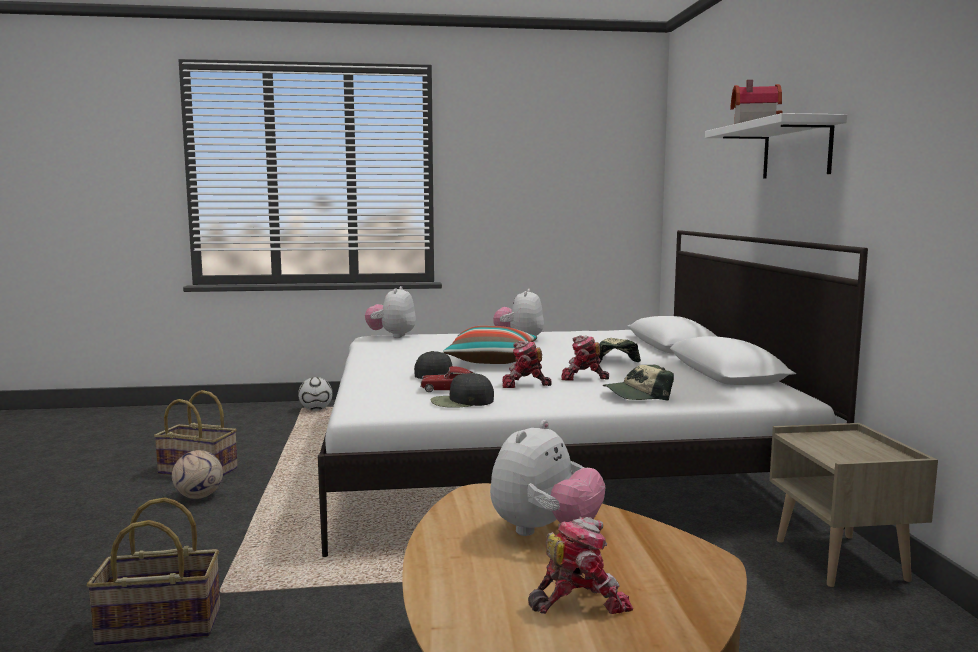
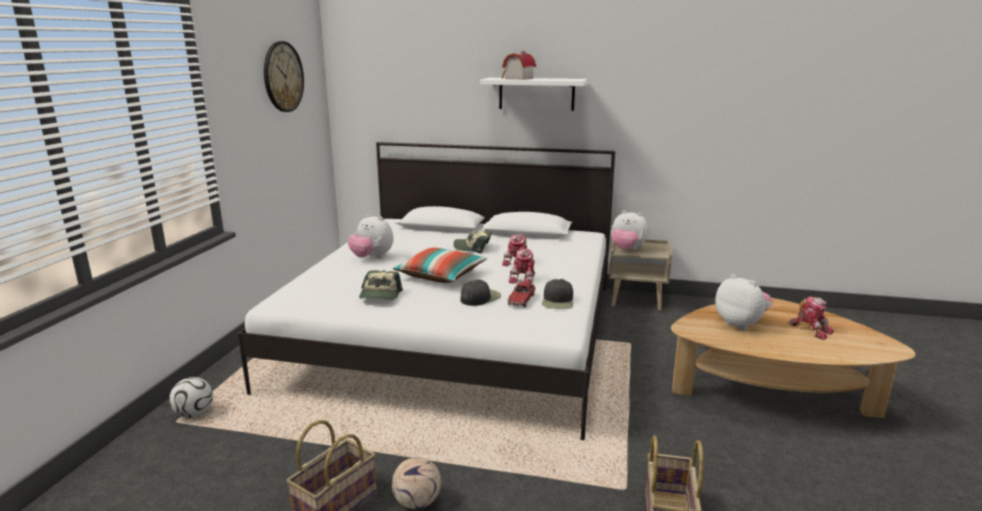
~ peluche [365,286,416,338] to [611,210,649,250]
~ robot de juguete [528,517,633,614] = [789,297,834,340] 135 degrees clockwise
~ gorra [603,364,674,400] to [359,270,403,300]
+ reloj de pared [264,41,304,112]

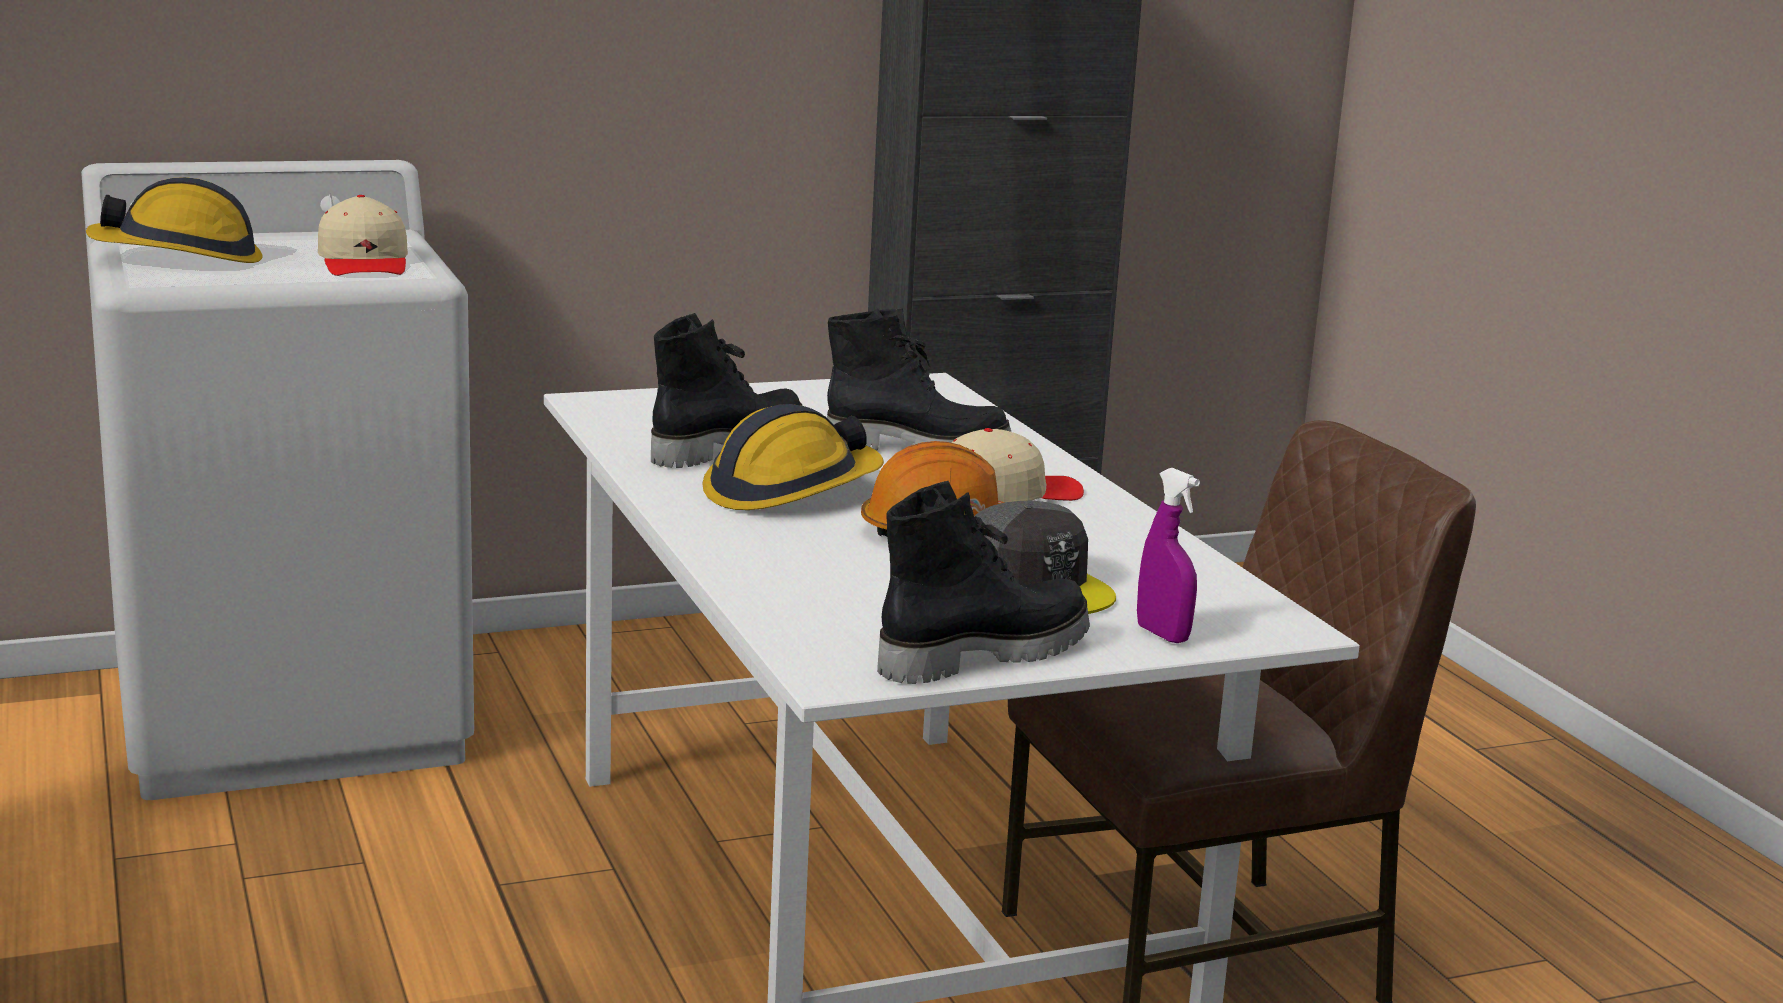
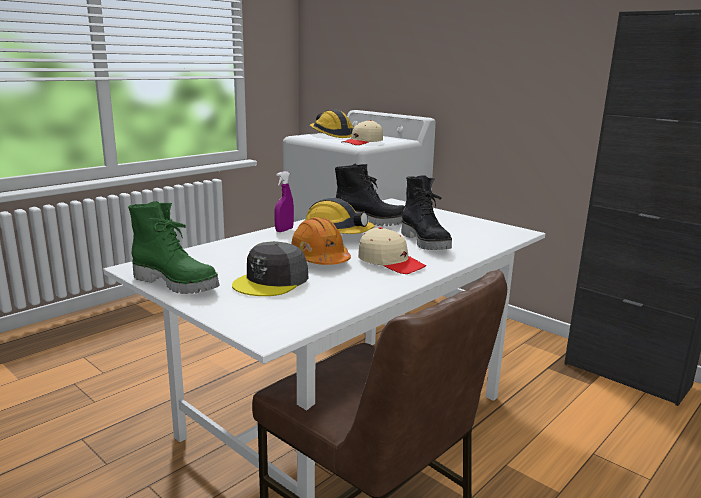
~ bota/negro [877,481,1090,684] to bota/verde [128,201,220,294]
~ pulverizador/morado [1137,468,1200,643] to [274,171,294,232]

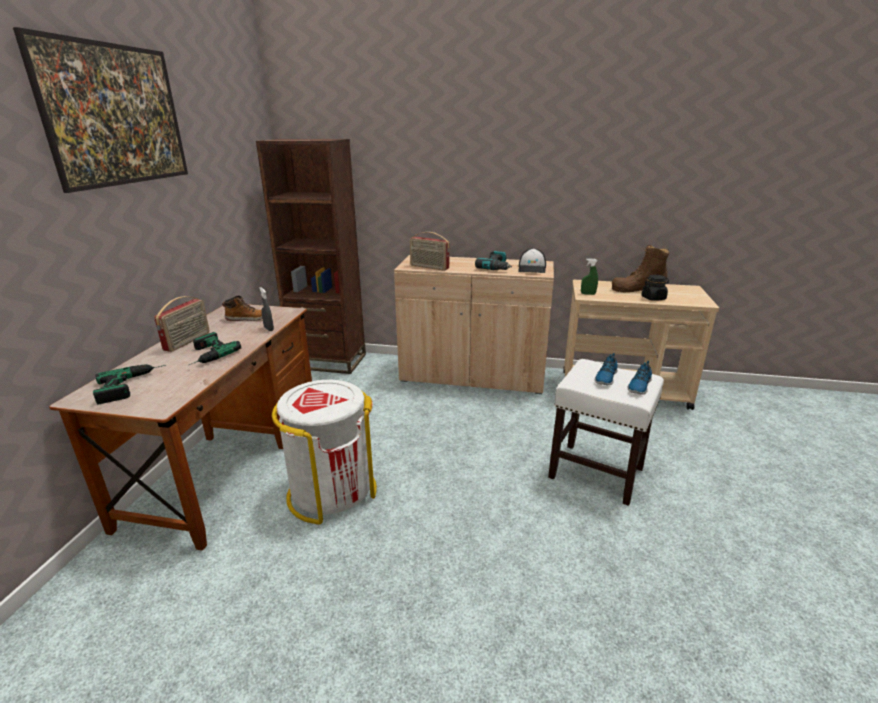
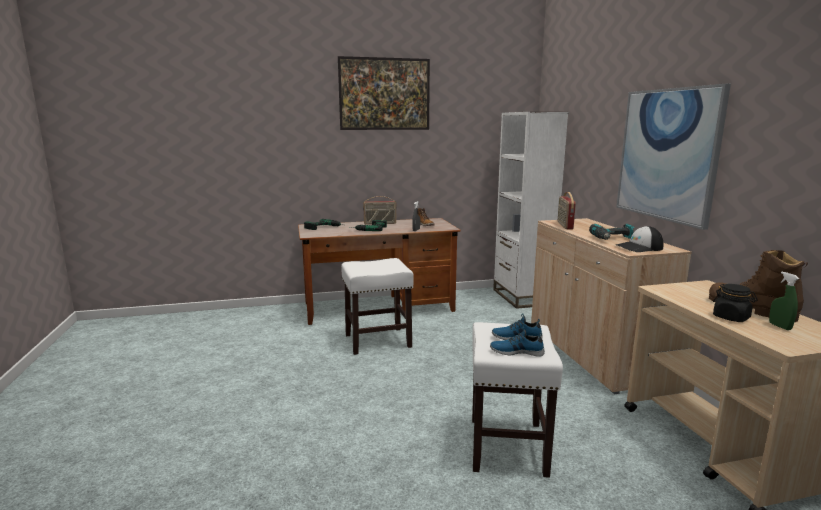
~ estantería/marrón [256,139,366,374] to estantería/blanco [493,112,568,309]
~ papelera/blanco [272,380,377,524] to taburete/blanco [341,258,414,355]
~ pulverizador/verde [581,258,598,295] to [769,272,799,330]
+ cuadro [616,84,731,230]

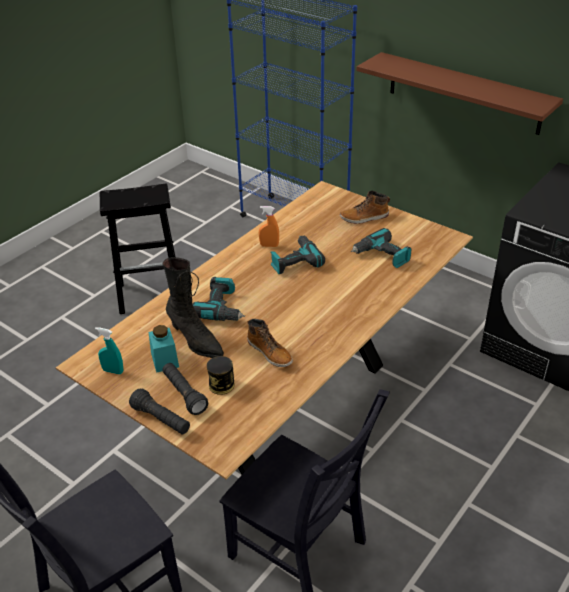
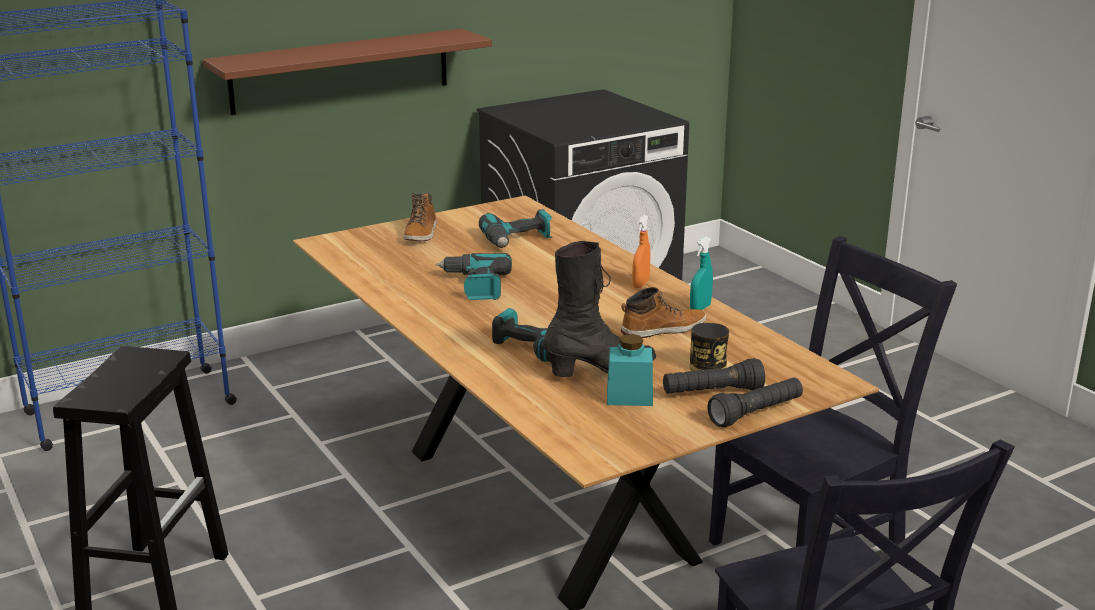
~ pulverizador/turquesa [95,327,123,374] to [690,237,713,310]
~ pulverizador/naranja [259,206,279,247] to [632,215,651,288]

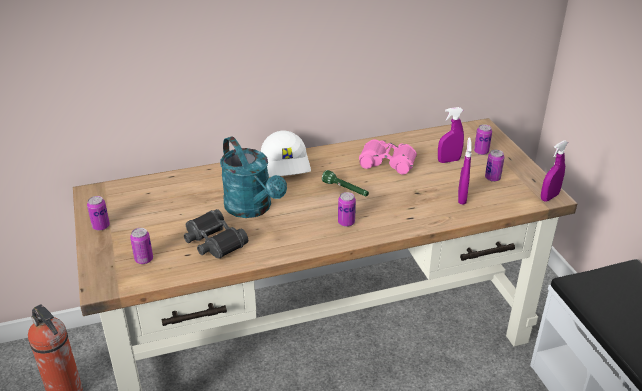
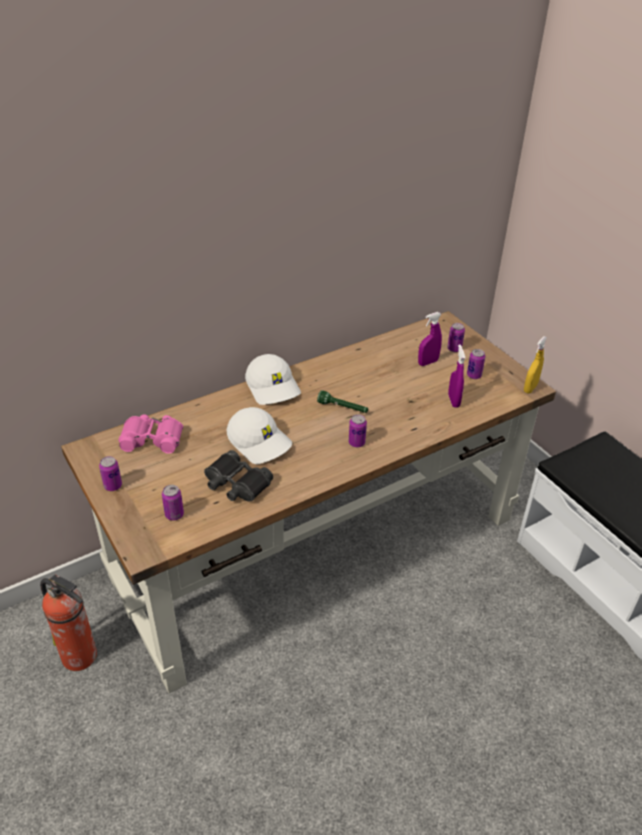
~ regadera/turquesa [220,136,287,218] to gorra/blanco [227,407,292,464]
~ prismáticos/rosa [359,139,417,174] to [118,414,183,454]
~ pulverizador/morado [541,140,568,202] to pulverizador/amarillo [524,336,547,394]

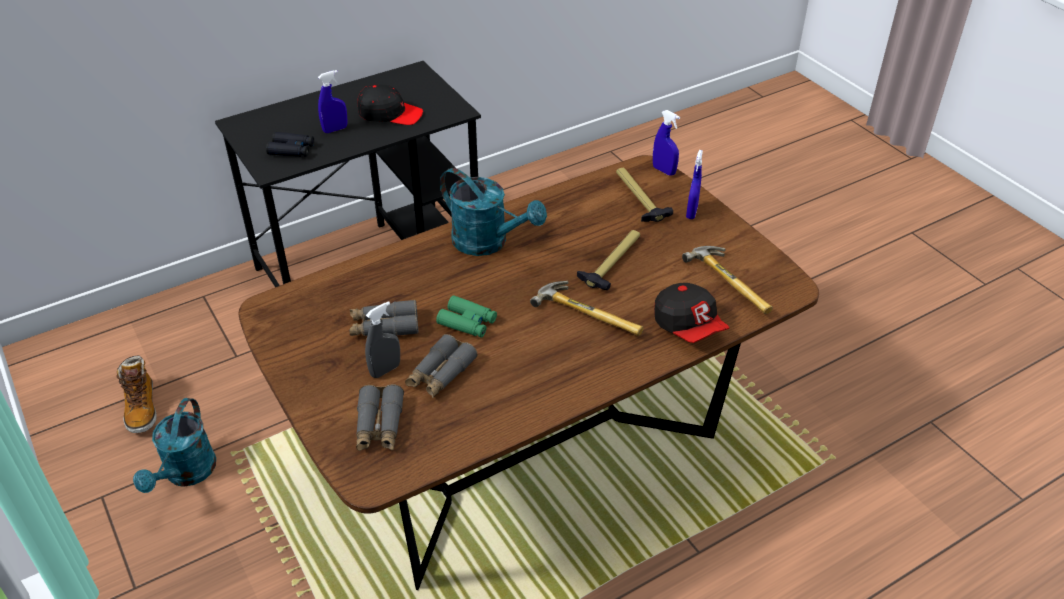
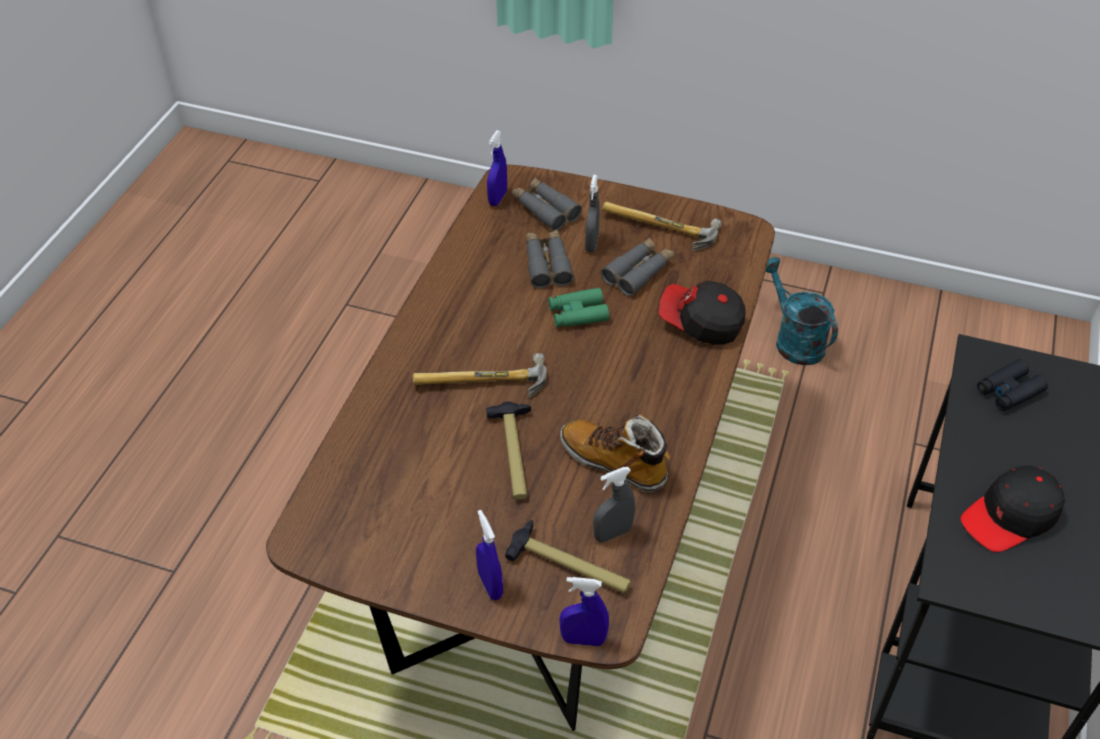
~ bota [116,355,157,433] to [560,414,670,492]
~ pulverizador/azul [318,70,348,133] to [487,130,507,206]
- regadera/turquesa [440,168,547,256]
~ gorra [654,283,729,343] to [659,281,746,345]
~ martillo [682,246,773,314] to [602,202,722,251]
+ pulverizador/gris [593,467,635,542]

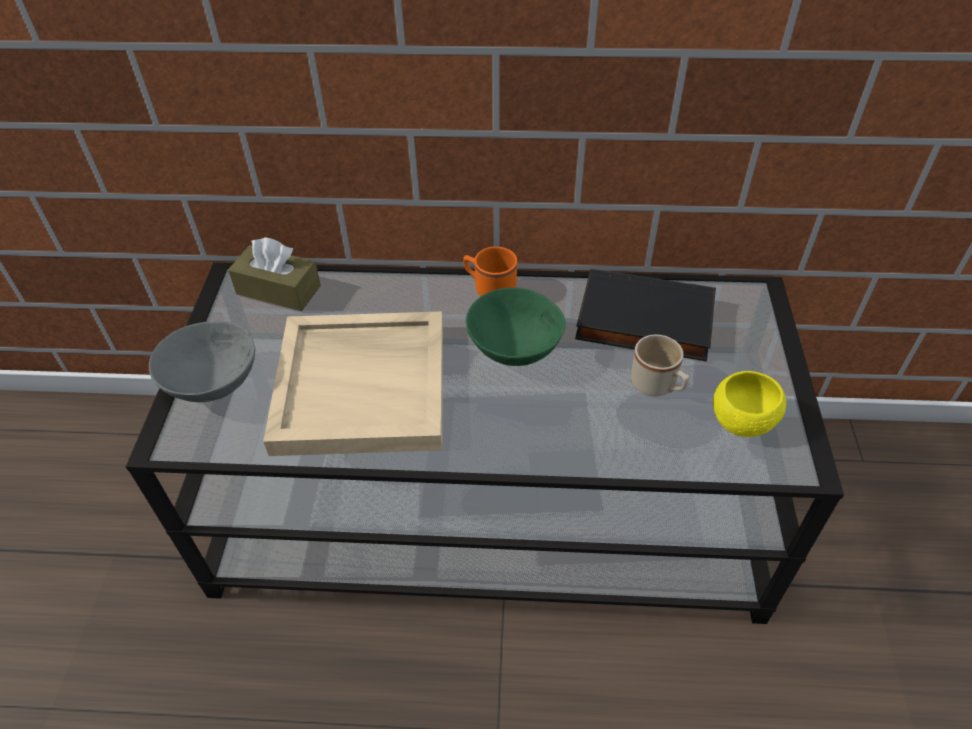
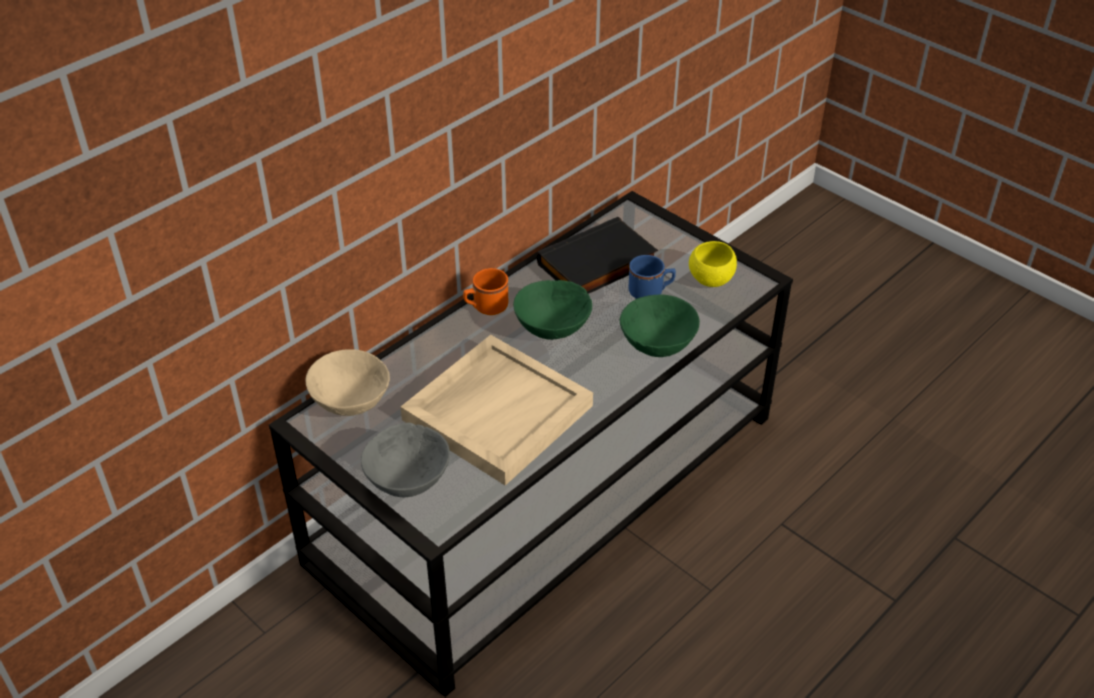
~ caja de pañuelos/marrón [228,237,321,311] to cuenco/beis [305,349,390,416]
~ taza grande/beis [631,335,690,397] to taza grande/azul [628,255,676,299]
+ cuenco/verde [620,295,700,357]

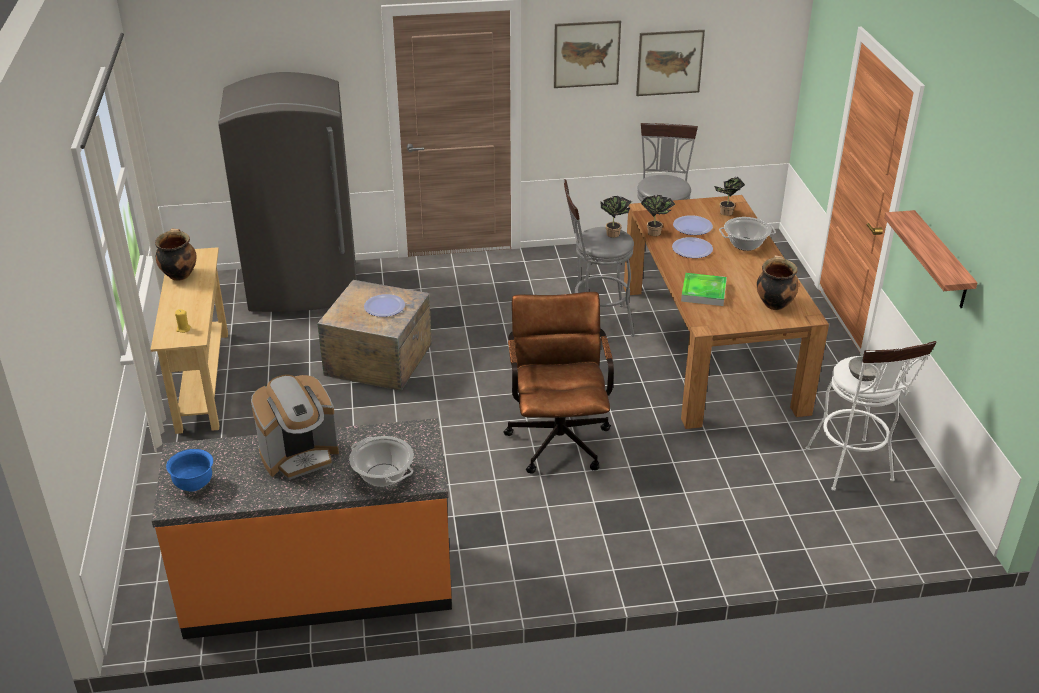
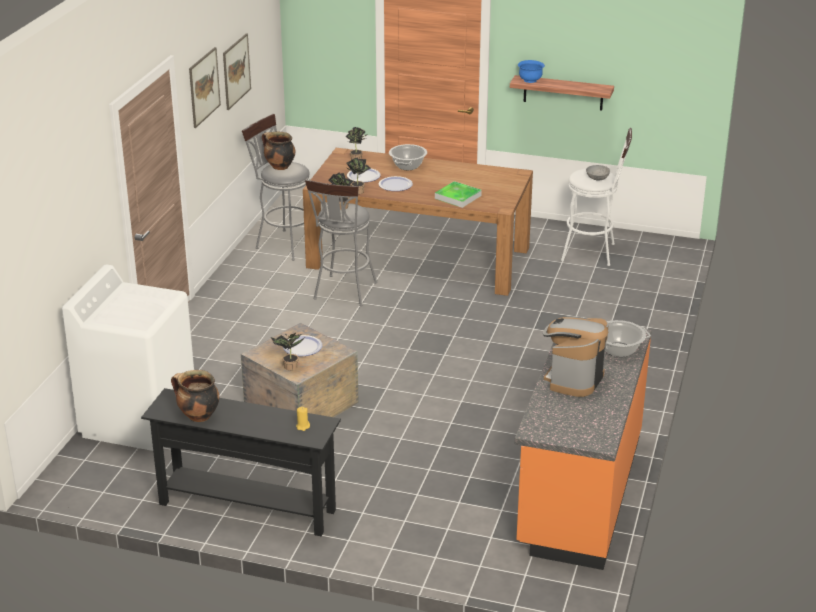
~ mesa consola/beis [150,247,228,434] to mesa consola/negro [141,388,341,536]
~ cuenco/azul [166,449,213,492] to [518,60,545,83]
~ nevera/gris [218,72,357,312] to lavadora/blanco [62,265,194,451]
~ cafetera [251,375,339,480] = [543,317,609,397] 150 degrees counterclockwise
- silla de oficina/marrón [503,292,614,474]
~ olla [757,255,798,310] to [262,132,295,170]
+ planta en maceta [271,333,304,370]

